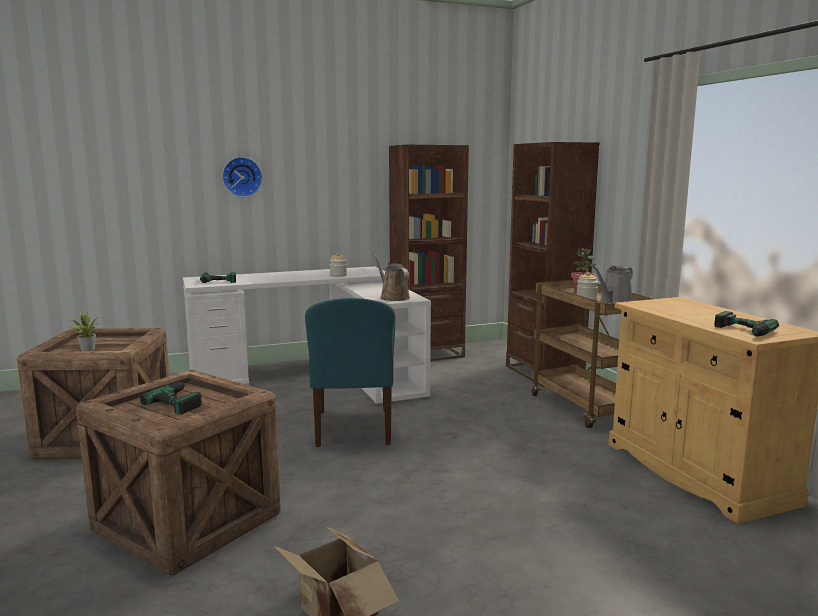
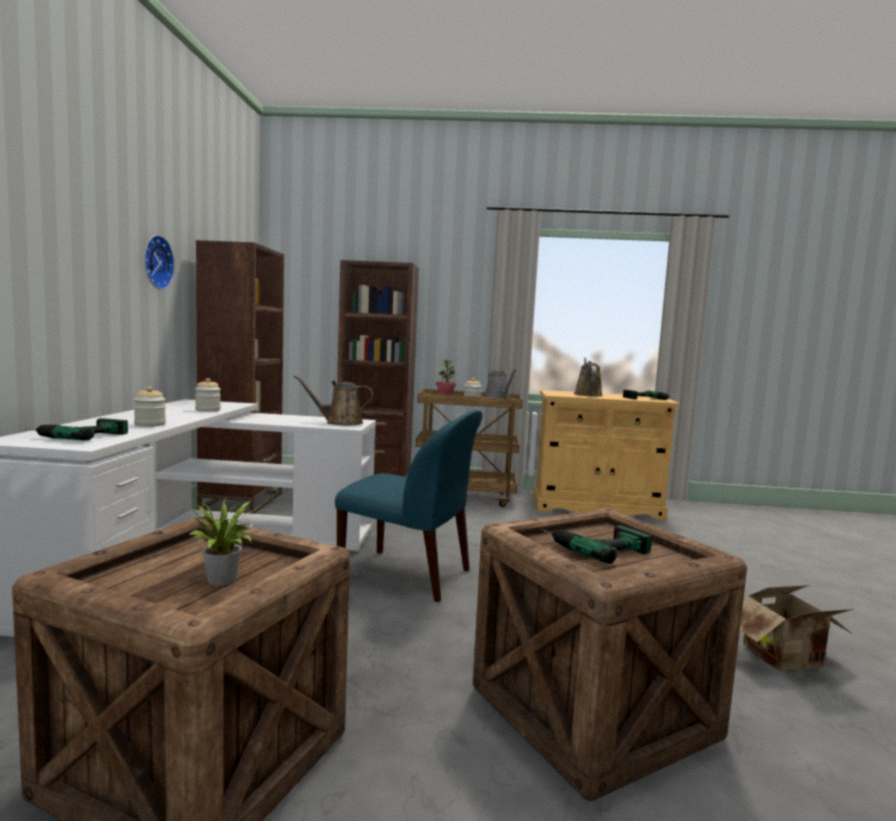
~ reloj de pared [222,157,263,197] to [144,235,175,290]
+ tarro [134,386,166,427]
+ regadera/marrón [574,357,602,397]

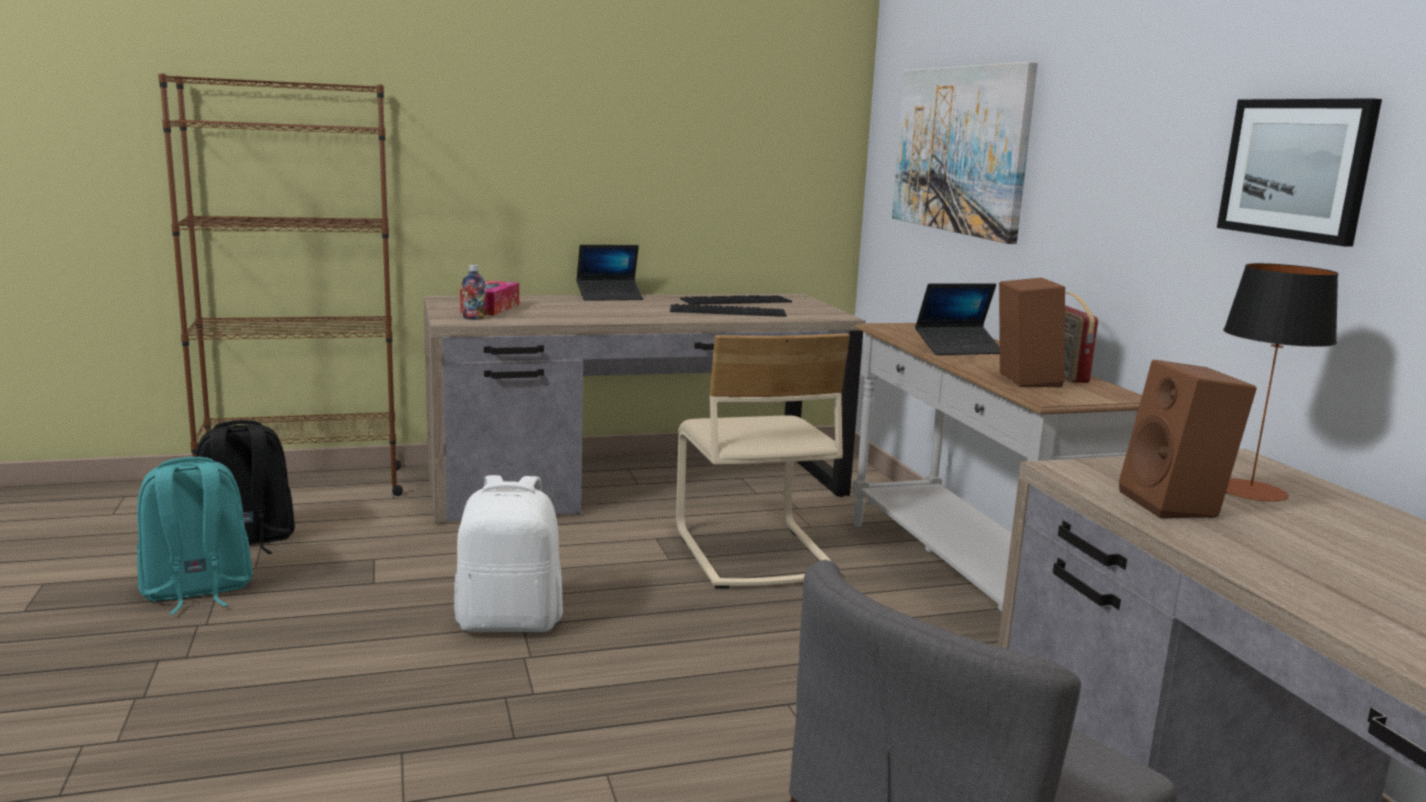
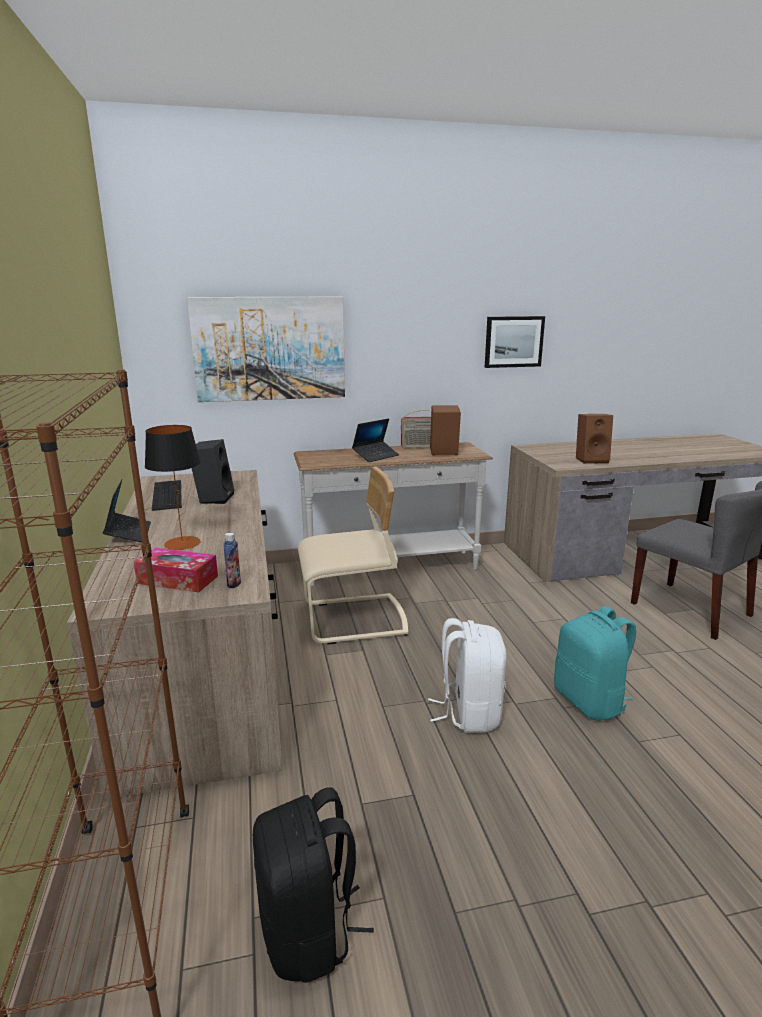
~ mochila/turquesa [137,457,253,615] to [554,606,636,721]
~ teclado [670,304,787,317] to altavoz/negro [192,439,234,504]
~ portátil [915,283,1000,355] = [352,418,399,462] 60 degrees clockwise
~ lámpara de mesa [1223,263,1339,502] to [145,425,201,550]

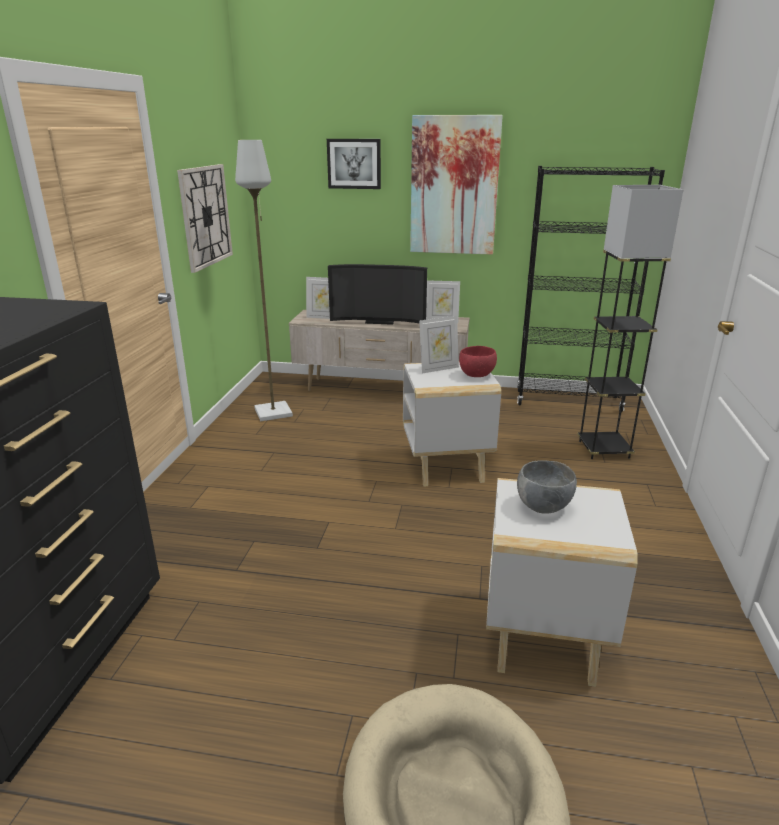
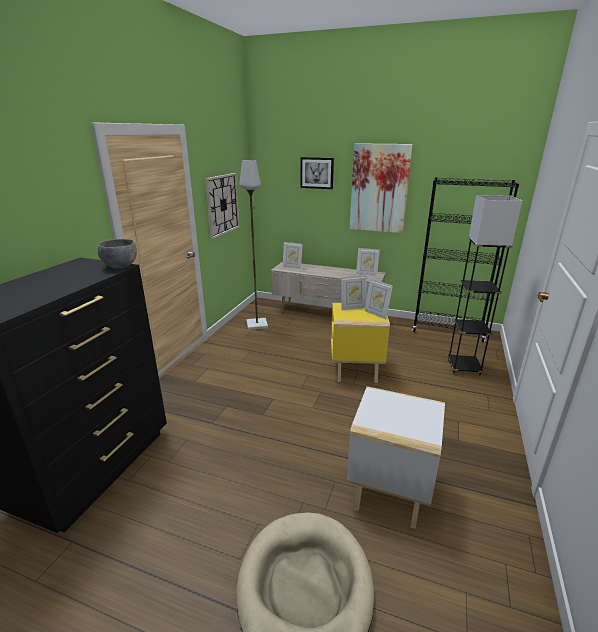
- televisor [328,264,427,325]
~ mesa auxiliar/blanco [403,363,501,486] to mesa auxiliar/amarillo [331,303,390,383]
~ cuenco/rojo [459,346,497,377] to portarretratos [364,278,393,320]
~ cuenco/gris [517,460,577,514] to [98,239,137,268]

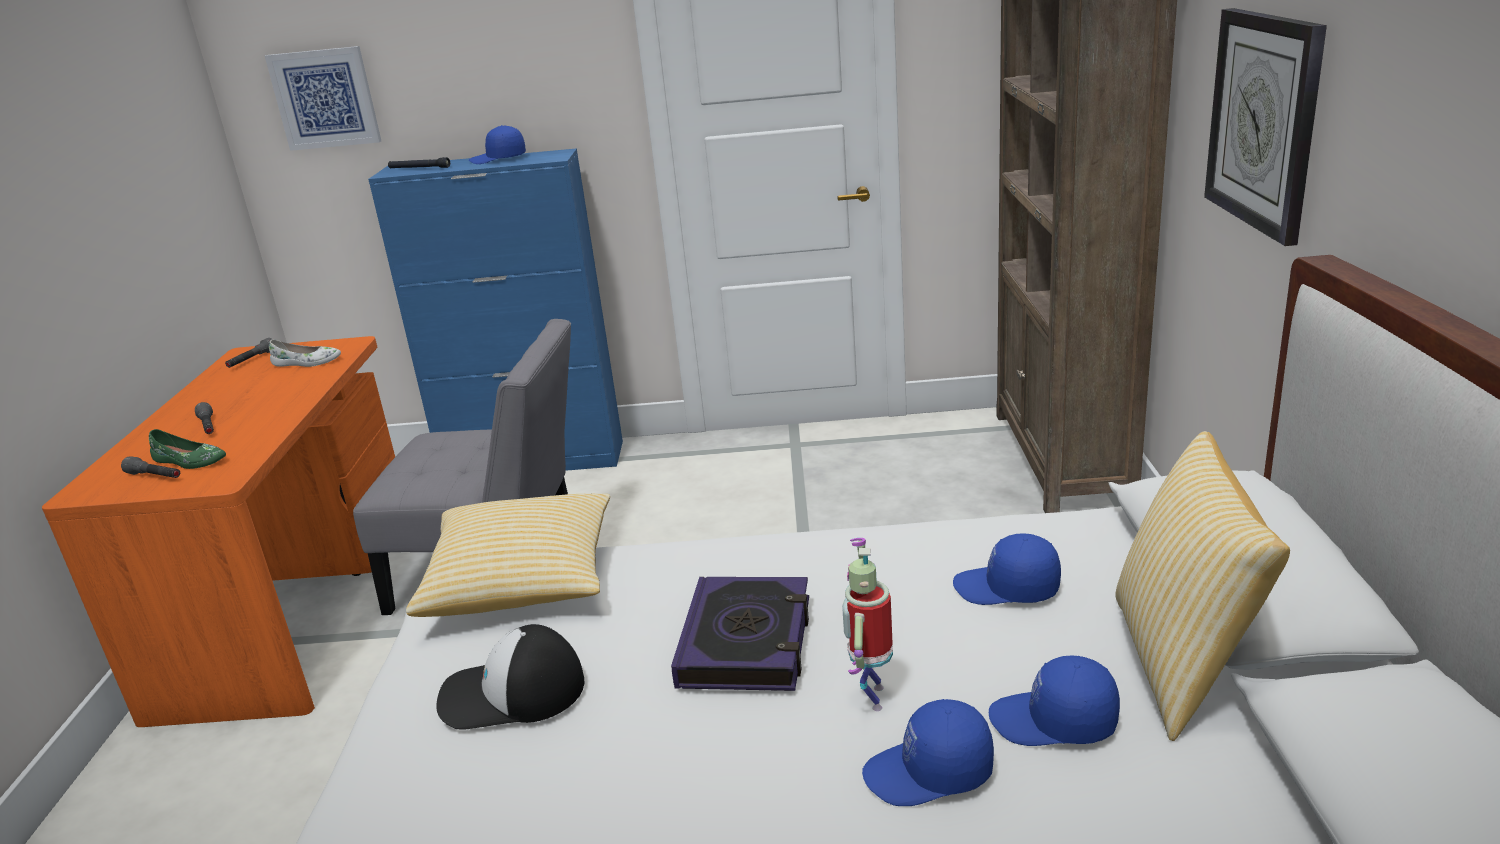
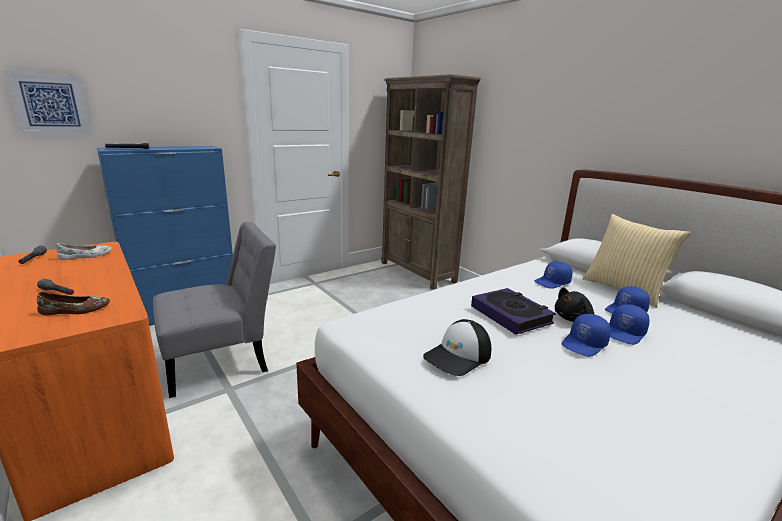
- linterna/gris [121,456,180,478]
~ zapato/verde [149,429,226,469] to zapato/marrón [37,292,110,315]
- cojín [406,494,610,617]
~ gorra/azul [469,125,526,164] to [562,314,611,357]
~ robot de juguete [842,538,893,711] to peluche/negro [555,288,594,322]
- reloj de pared [1204,8,1327,246]

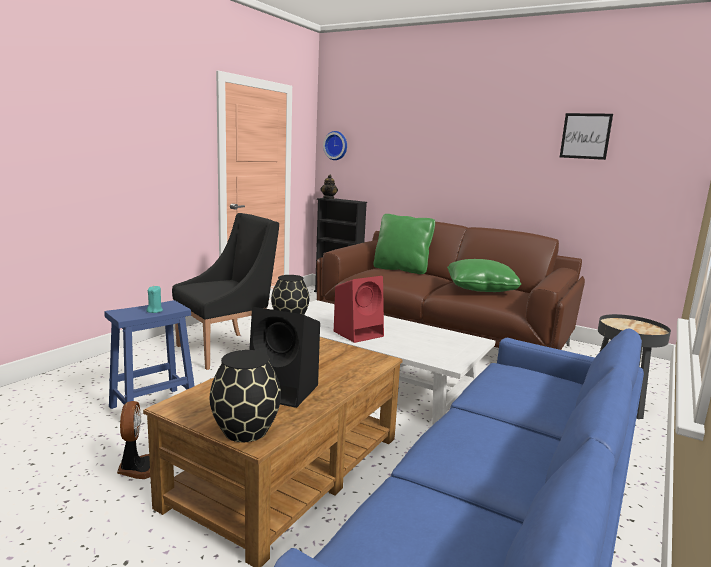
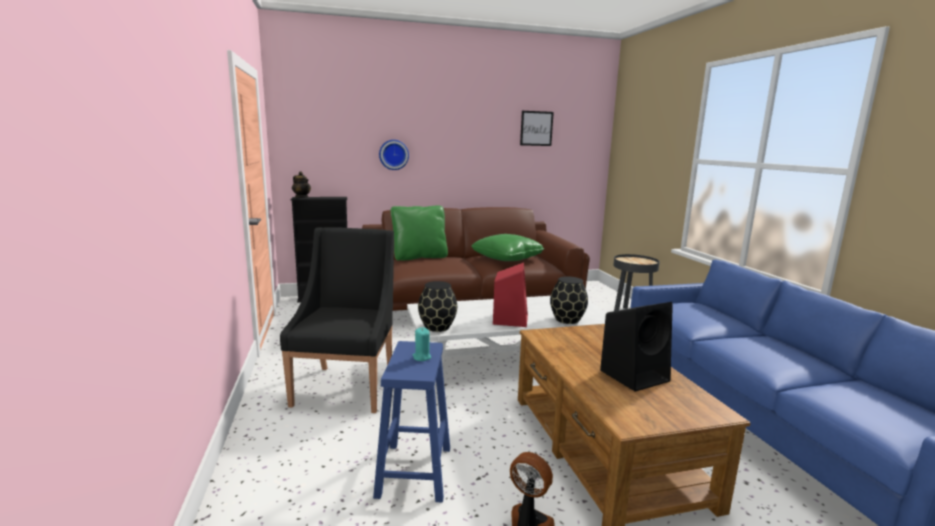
~ florero/negro [210,350,281,442] to [550,277,588,324]
~ reloj de pared [323,131,347,160] to [379,140,409,170]

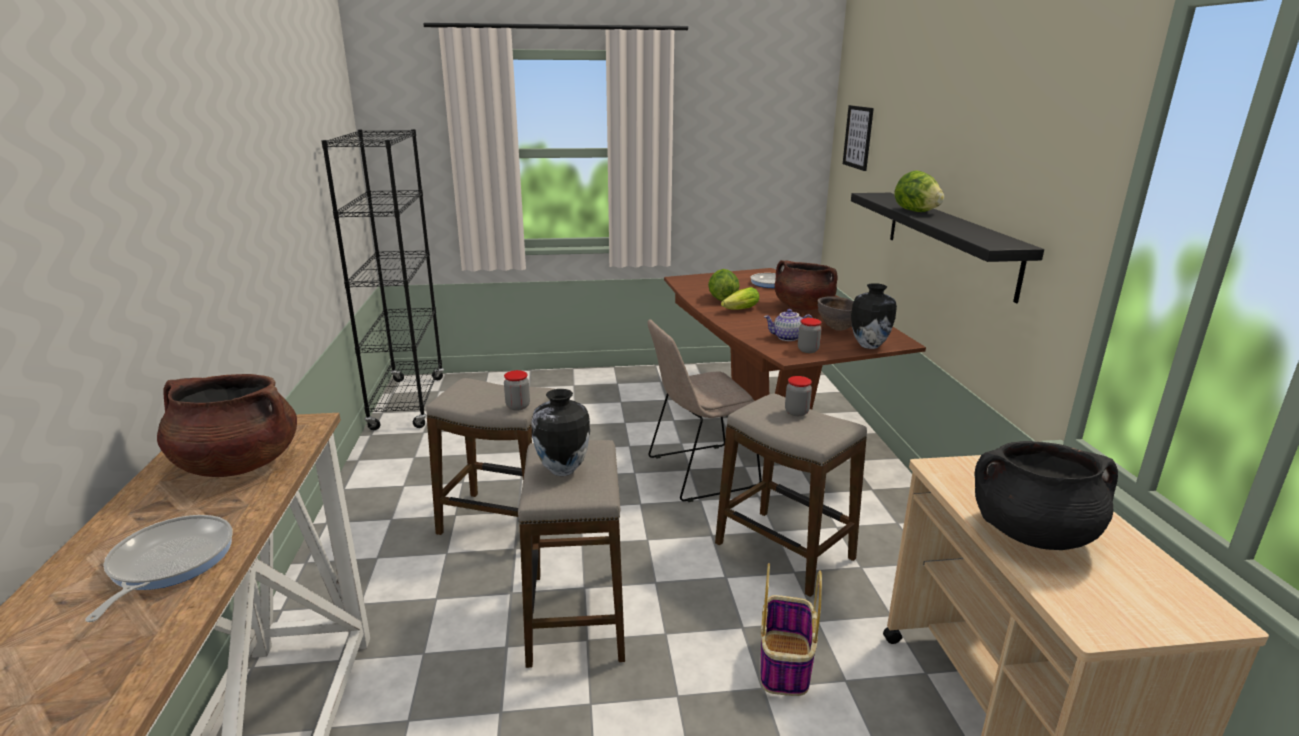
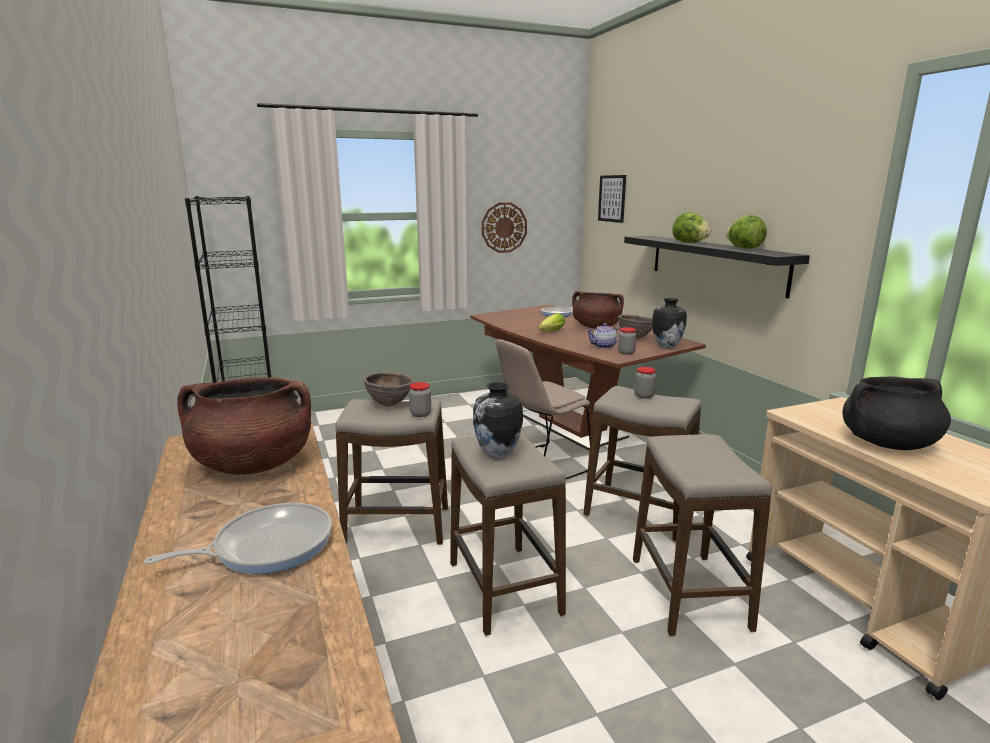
~ sartén [85,515,232,622] = [144,503,332,574] 75 degrees clockwise
~ lechuga [708,269,740,301] to [726,215,767,249]
~ cesta [760,563,822,696] to taburete [633,434,772,636]
+ cuenco/marrón [363,371,414,406]
+ reloj de pared [482,202,527,253]

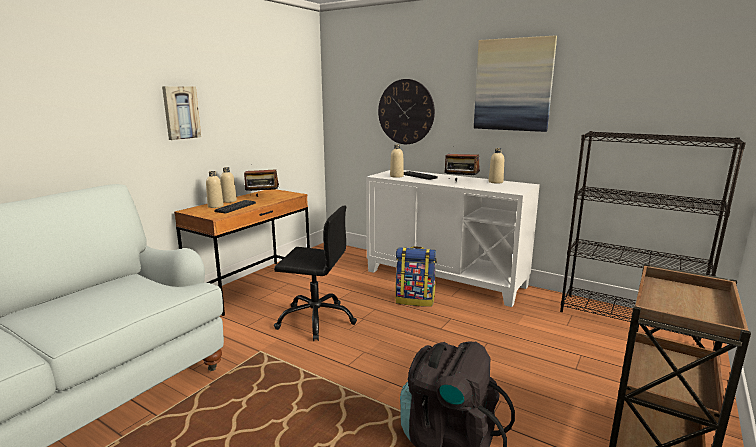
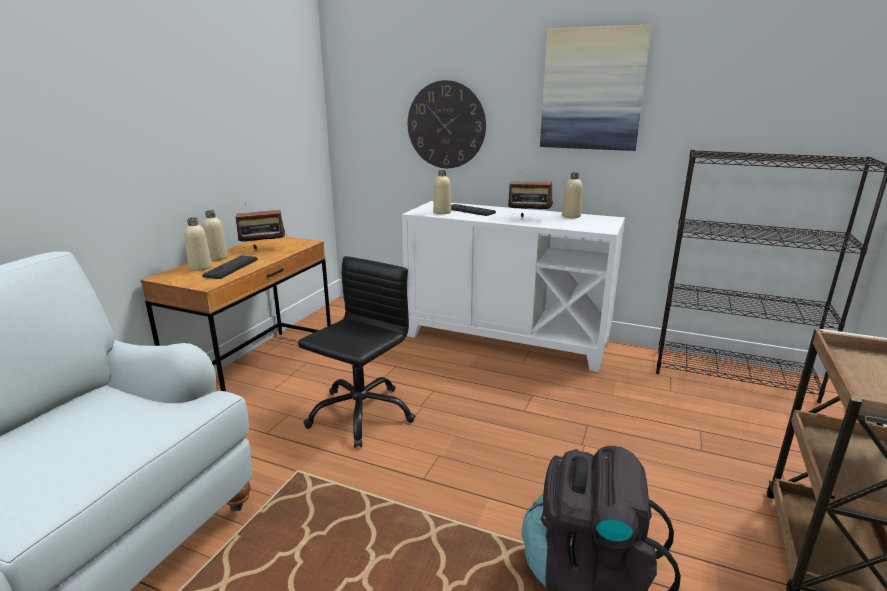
- cuadro [162,86,201,140]
~ silla de oficina/negro [274,206,357,341] = [298,256,416,448] 60 degrees counterclockwise
- mochila [395,246,437,307]

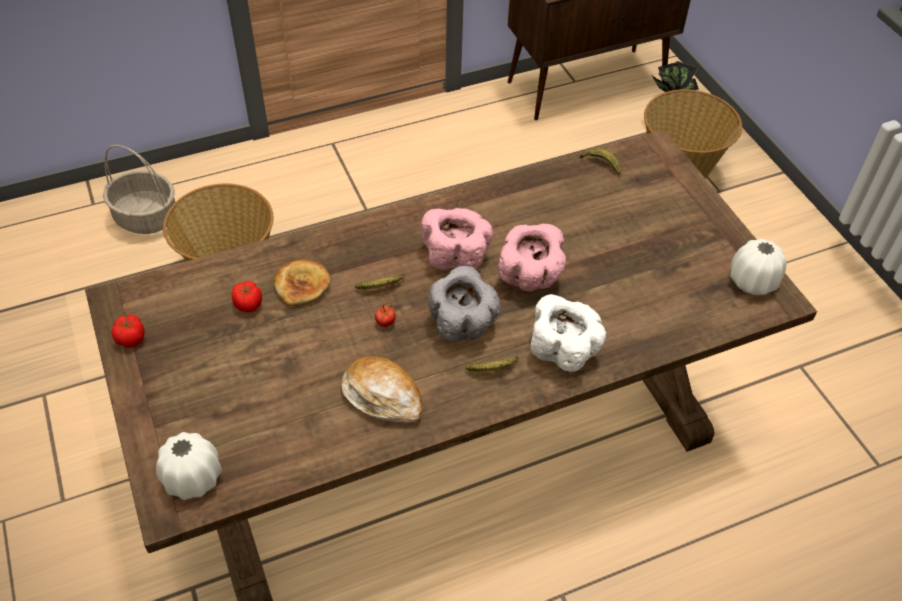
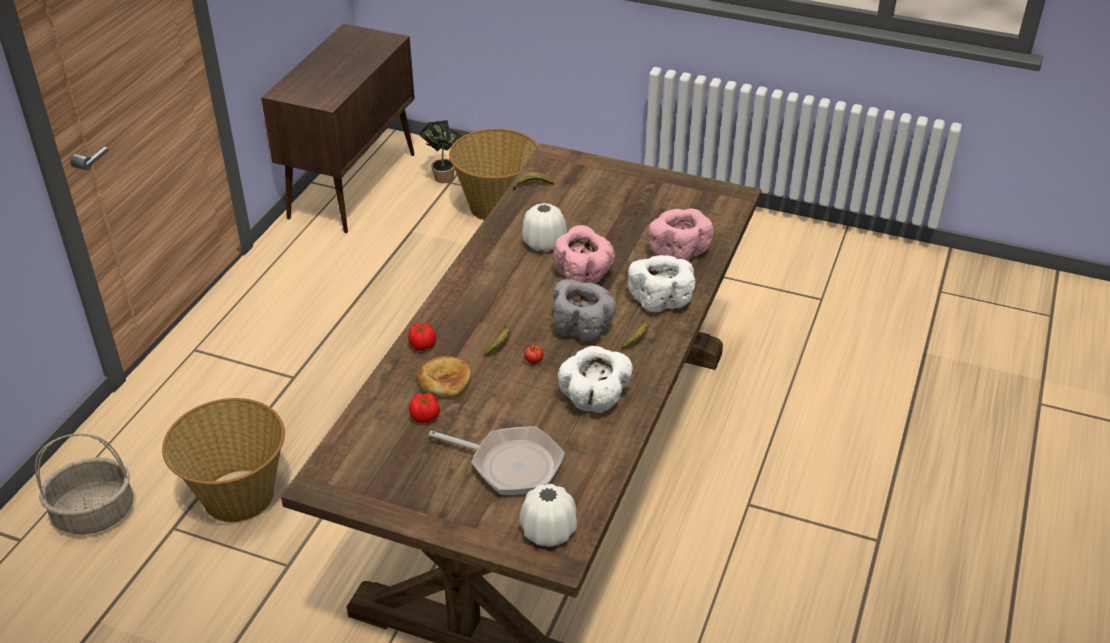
~ tomate [111,315,144,348] to [408,323,436,351]
~ pan [341,356,422,424] to cuenco/blanco [558,346,633,413]
~ cuenco/rosa [422,208,493,270] to [648,208,714,262]
~ florero/blanco [730,239,787,295] to [522,203,567,252]
+ sartén [429,427,565,495]

